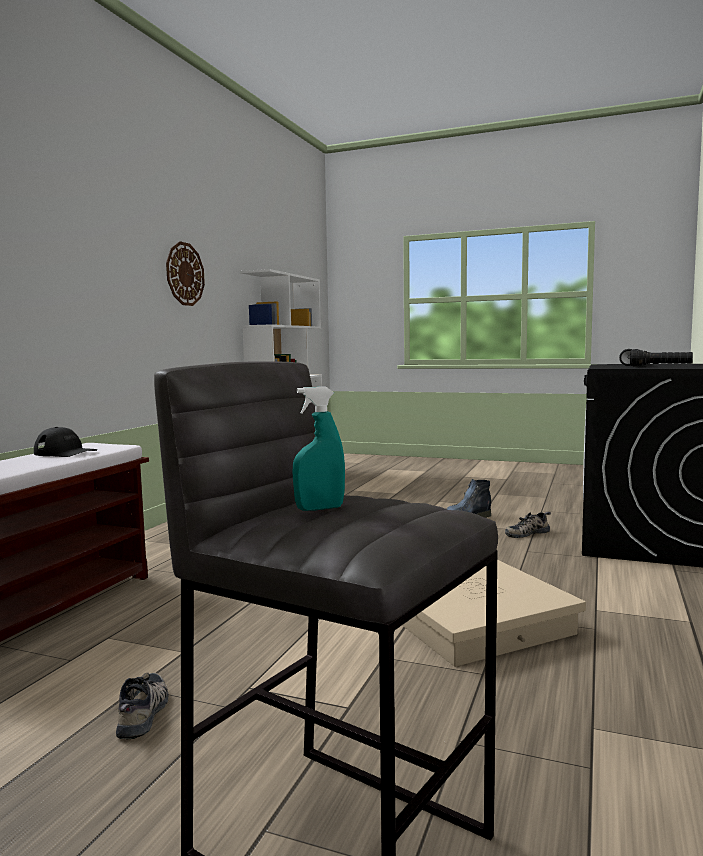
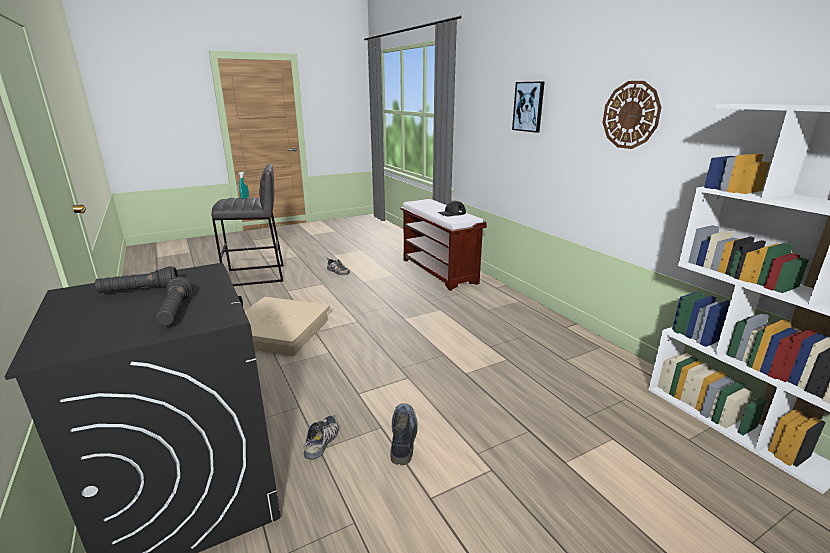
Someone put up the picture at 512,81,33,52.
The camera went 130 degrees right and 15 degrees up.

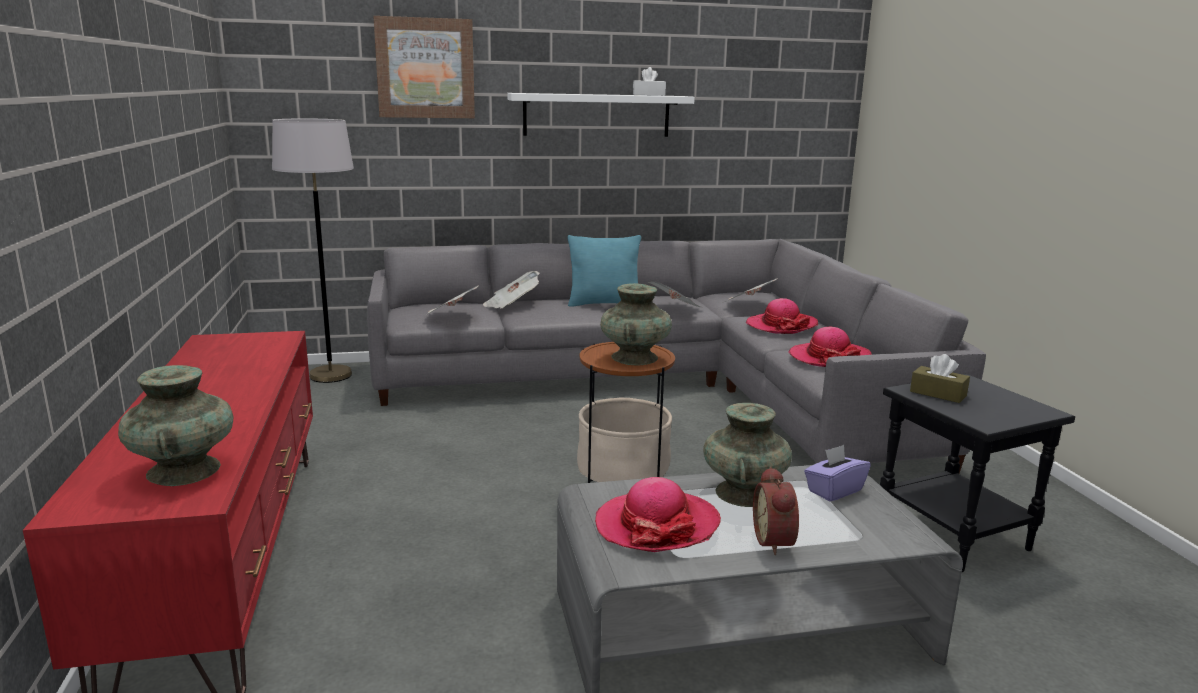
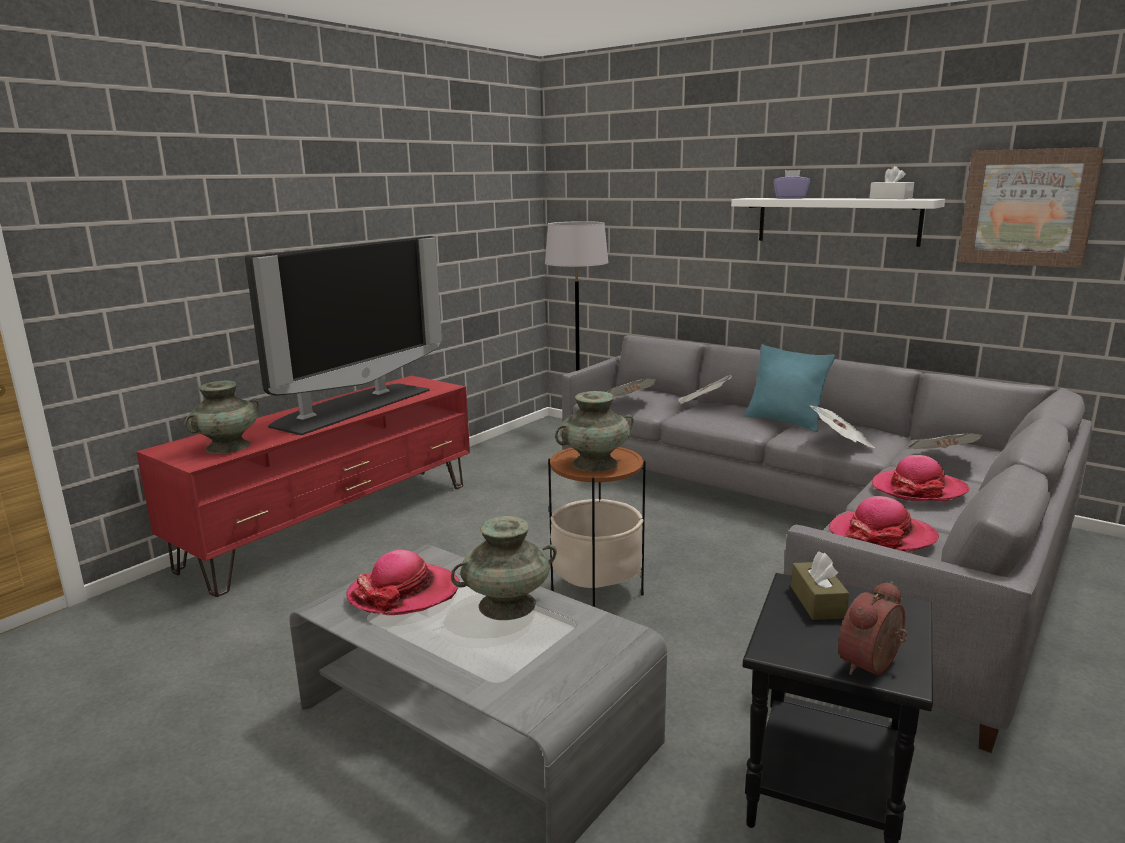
Someone carried the picture from 373,16,102,102 to 957,147,148,121.
Someone carried the alarm clock from 753,467,46,88 to 838,581,69,94.
Someone carried the purple-coloured tissue holder from 804,445,67,56 to 774,170,37,29.
Someone put down the TV at 245,236,197,199.
The camera went 50 degrees right and 0 degrees up.

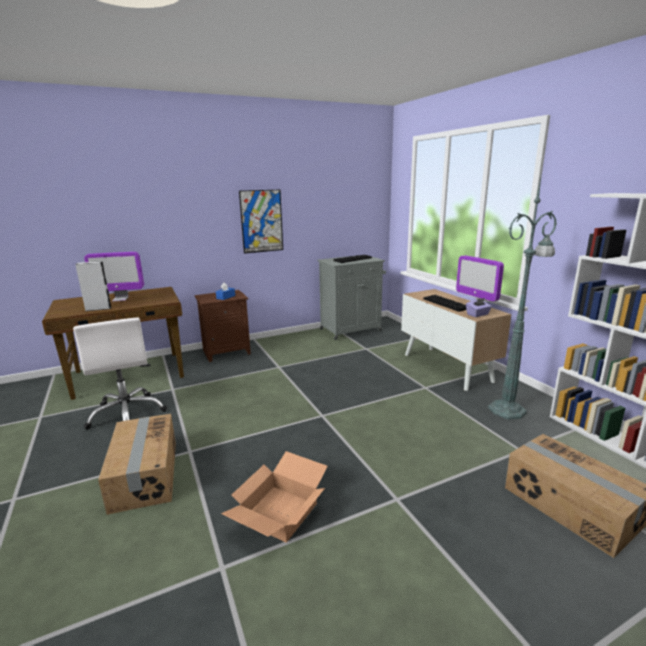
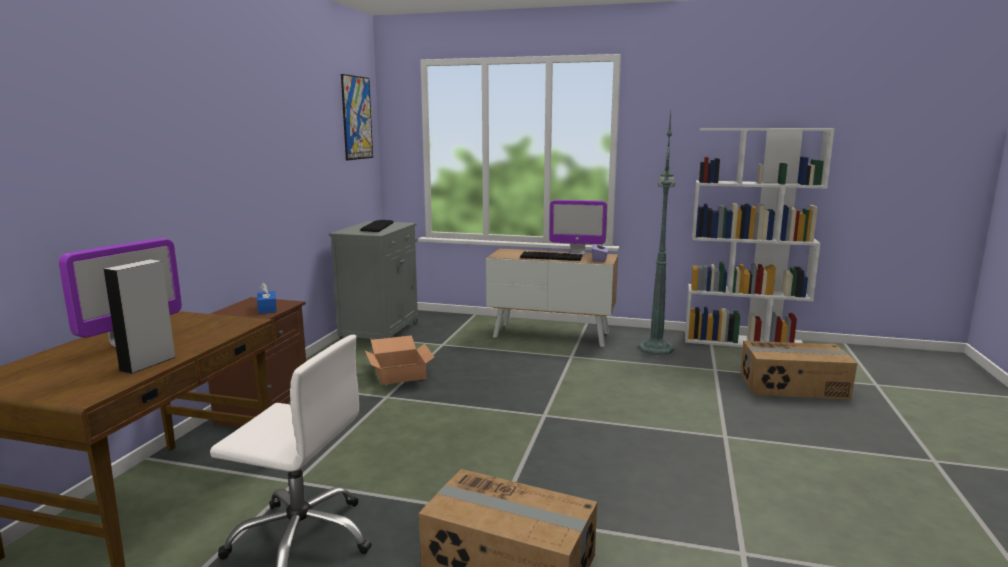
Someone carried the cardboard box from 221,451,107,91 to 365,335,69,50.
Someone carried the picture from 239,190,44,64 to 341,74,32,86.
The camera went 50 degrees left and 5 degrees down.

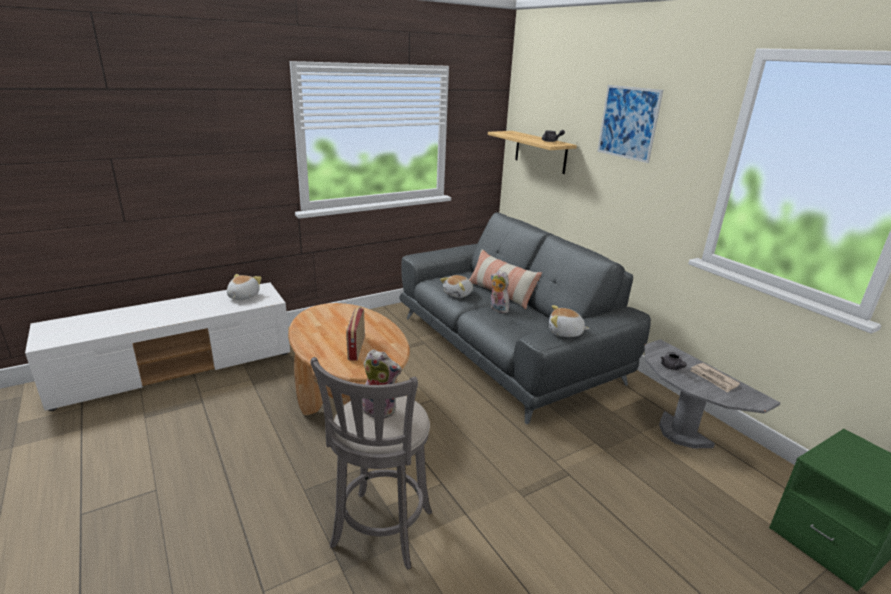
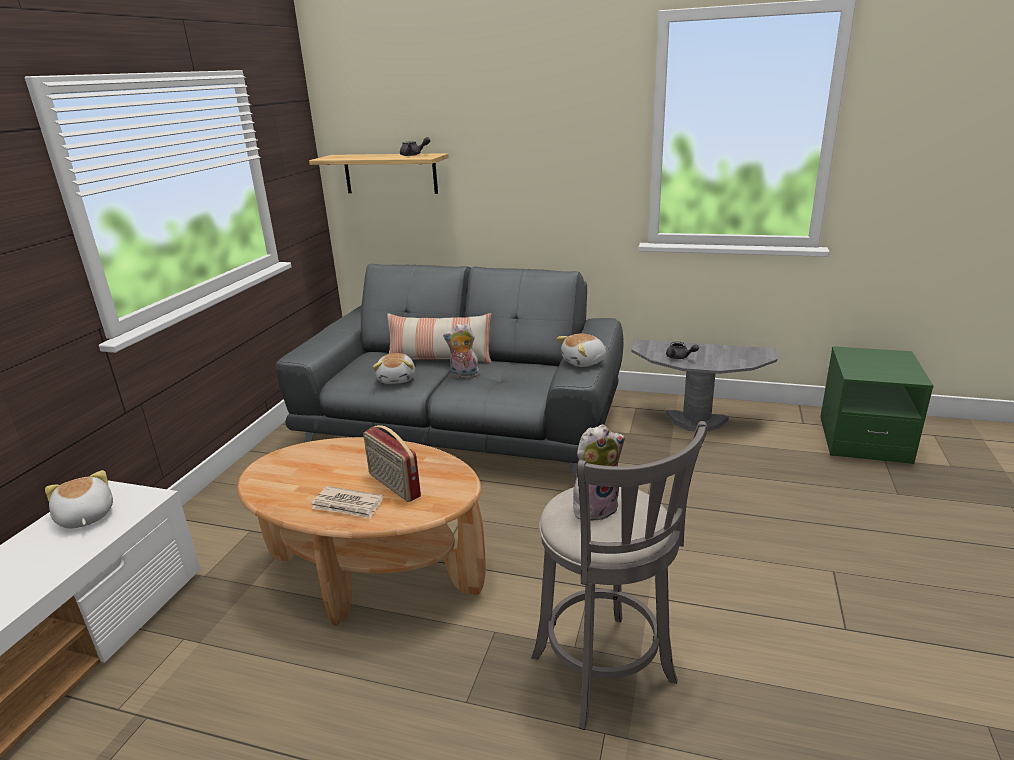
Someone took away the picture at 597,85,66,78.
Someone carried the daily paper from 690,363,50,30 to 311,486,72,33.
The camera went 40 degrees left and 0 degrees up.

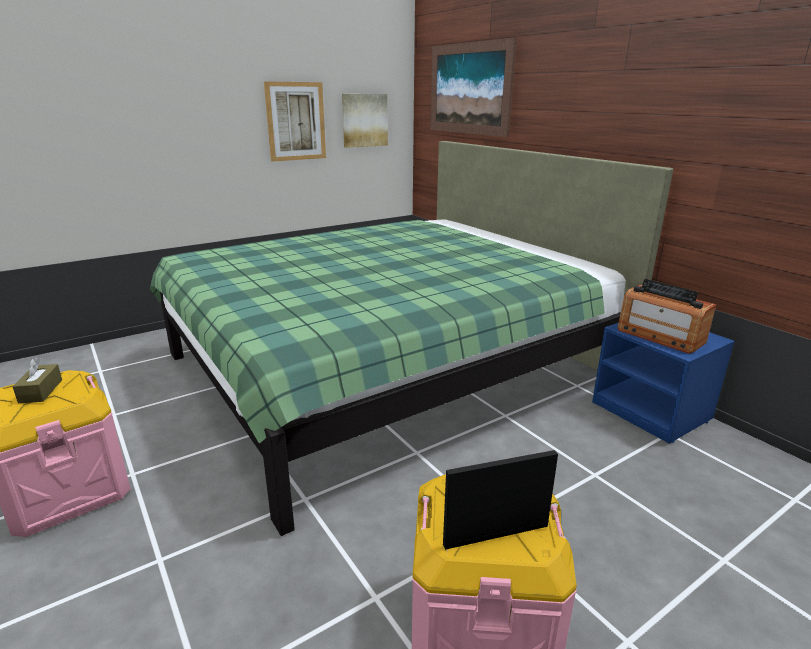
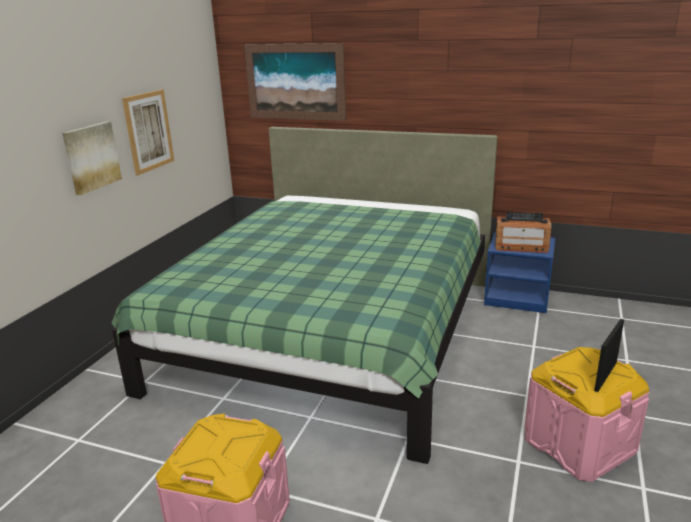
Someone took away the brown tissue holder at 13,357,49,46.
Someone carried the picture from 342,94,46,54 to 62,121,60,74.
The camera went 35 degrees left and 0 degrees up.

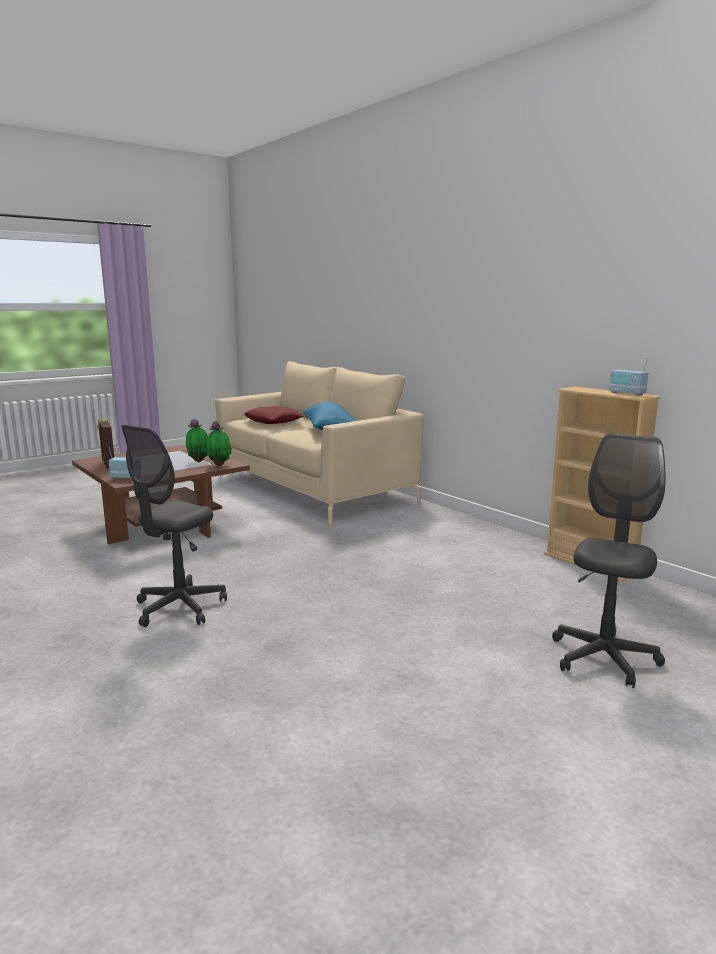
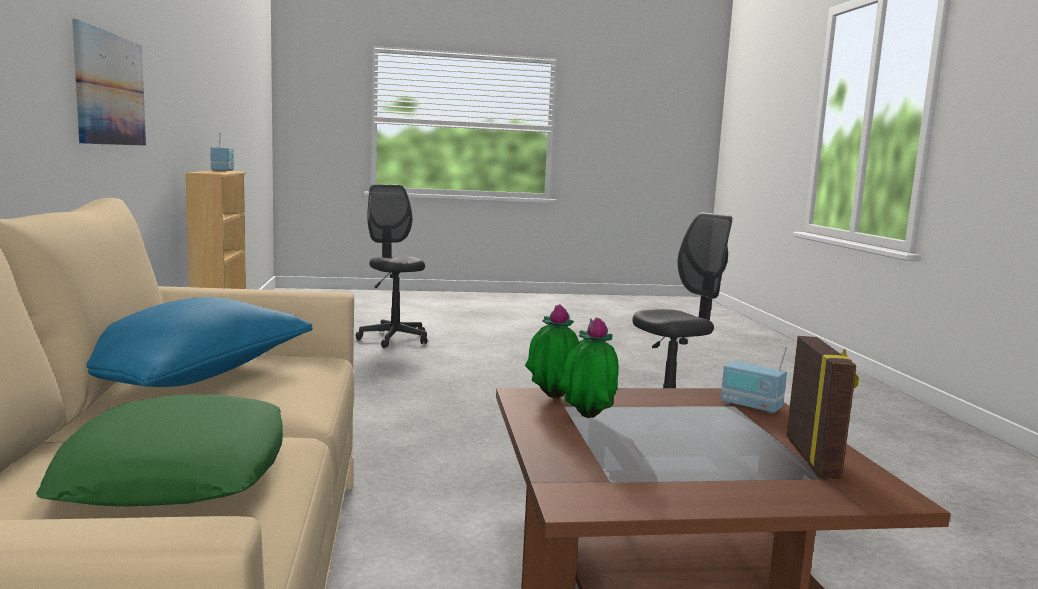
Someone repainted the reddish throw pillow at 244,406,59,18, which became the greenish throw pillow at 36,394,247,112.
Someone rotated the grey computer chair at 552,433,113,255 by 90 degrees clockwise.
Someone put up the picture at 72,19,74,127.
The camera went 150 degrees left and 5 degrees down.

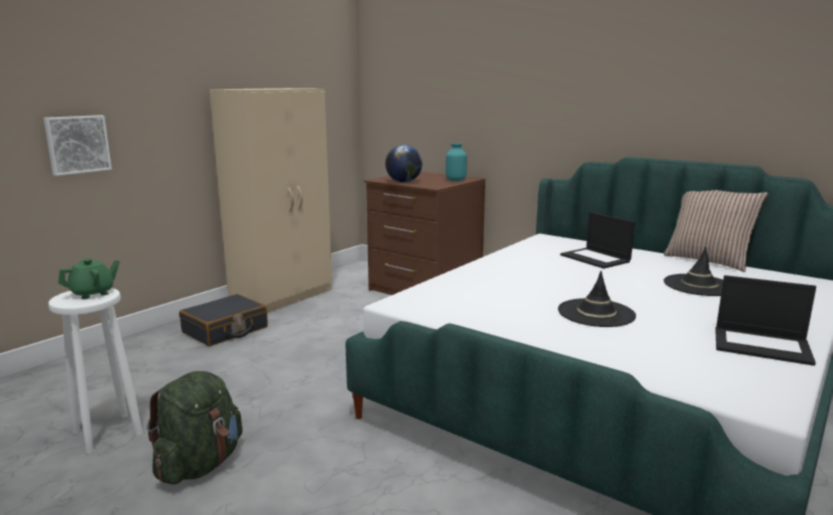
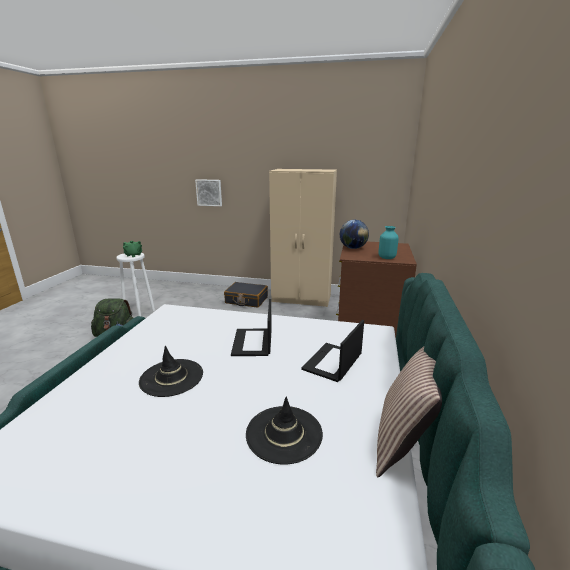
Someone carried the portable computer from 715,275,101,91 to 231,299,41,57.
The camera went 65 degrees right and 5 degrees up.

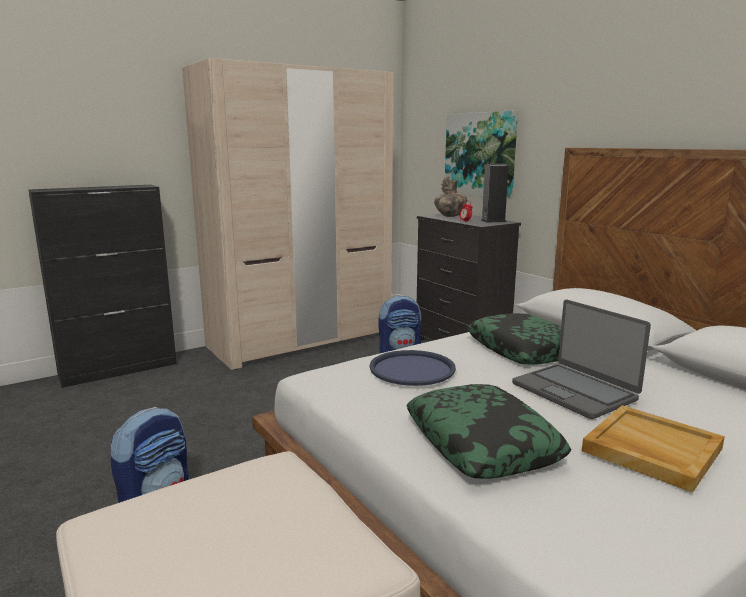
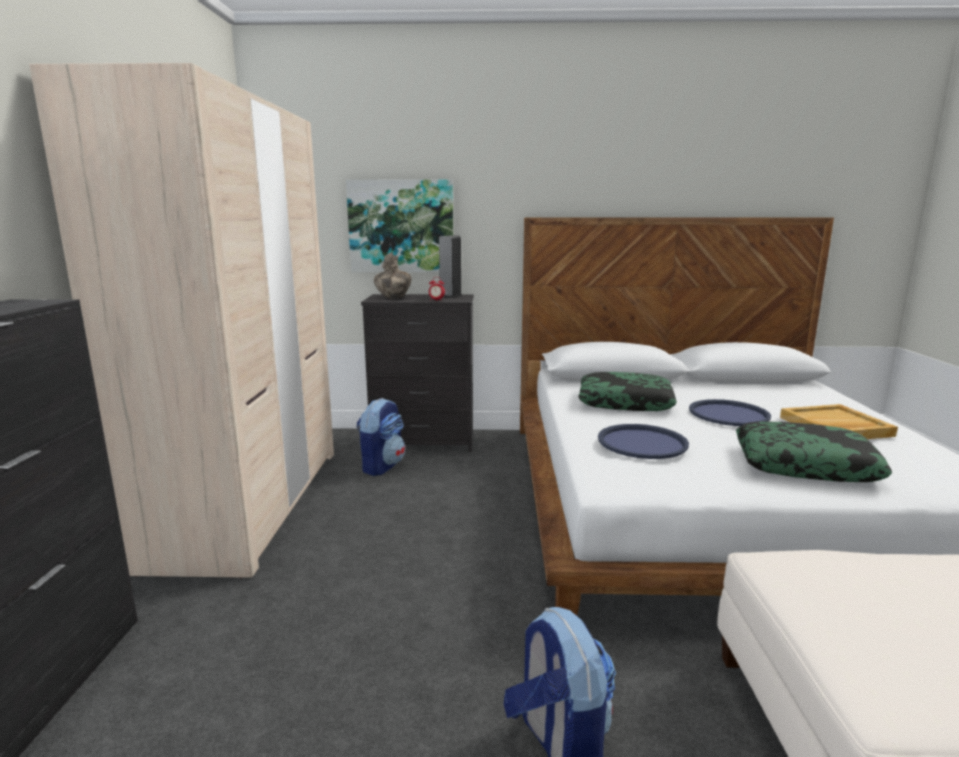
Someone swapped the portable computer at 512,300,139,119 for the blue-coloured carrying tray at 689,399,82,27.
The camera went 55 degrees left and 0 degrees up.

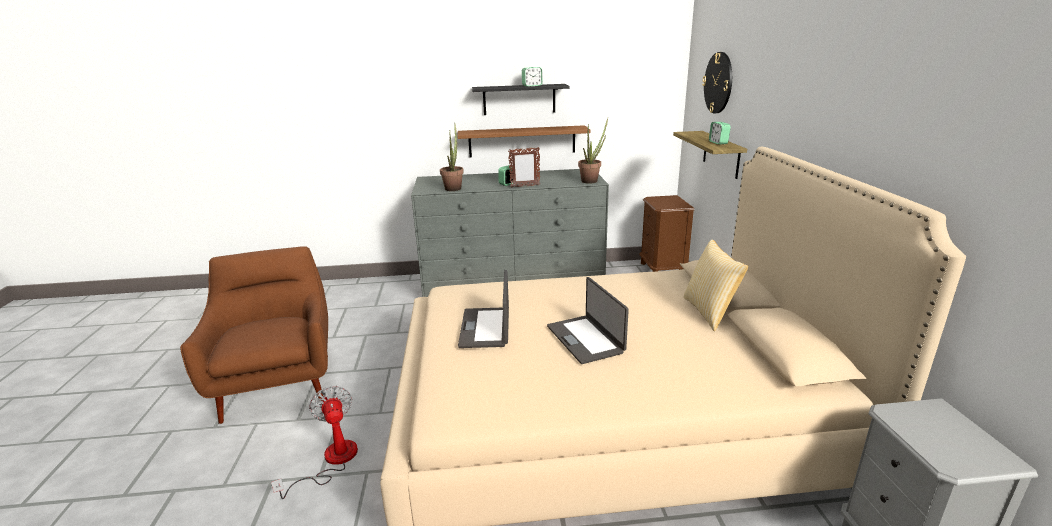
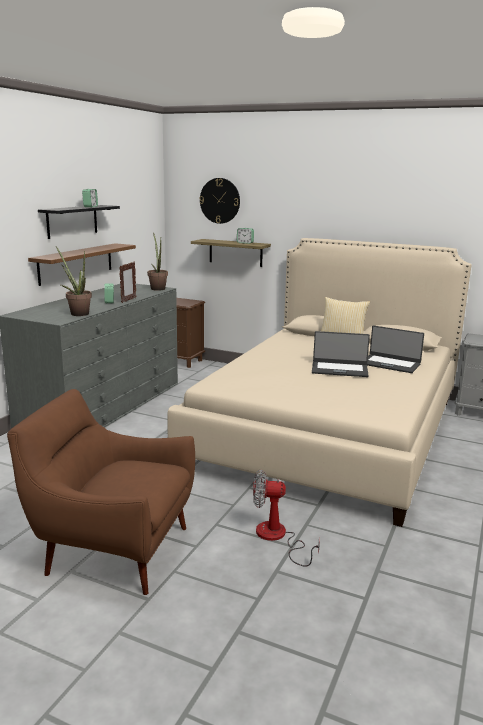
Someone carried the portable computer from 458,270,51,78 to 367,326,57,47.
The camera went 60 degrees left and 5 degrees down.

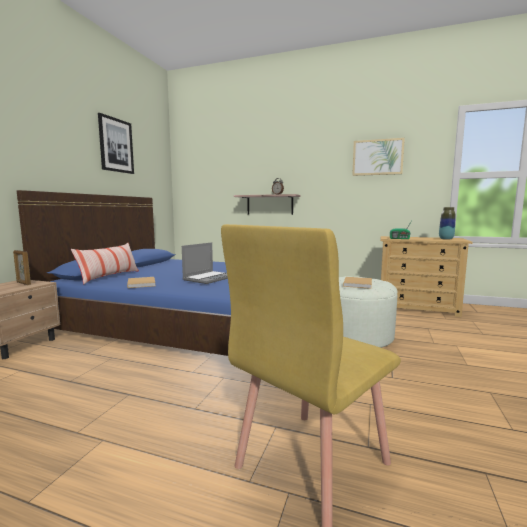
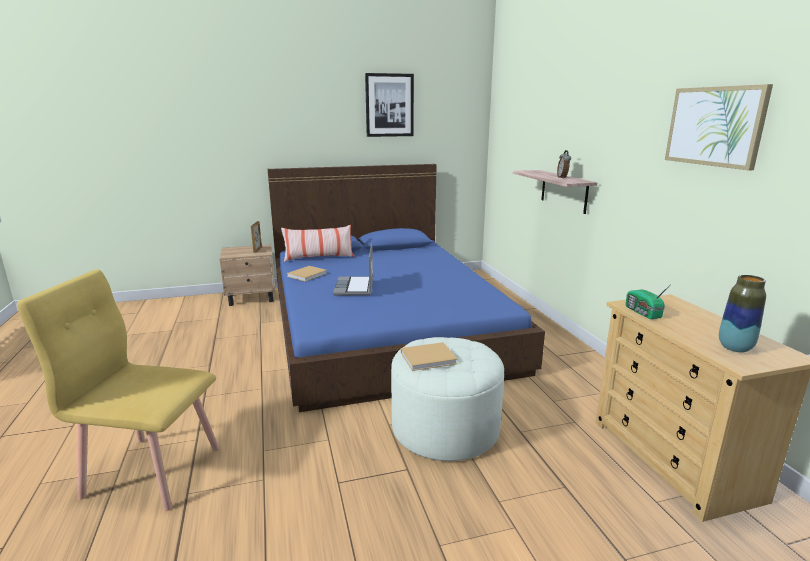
Someone rotated the portable computer at 182,242,46,42 by 90 degrees clockwise.
The camera went 55 degrees right and 10 degrees up.

